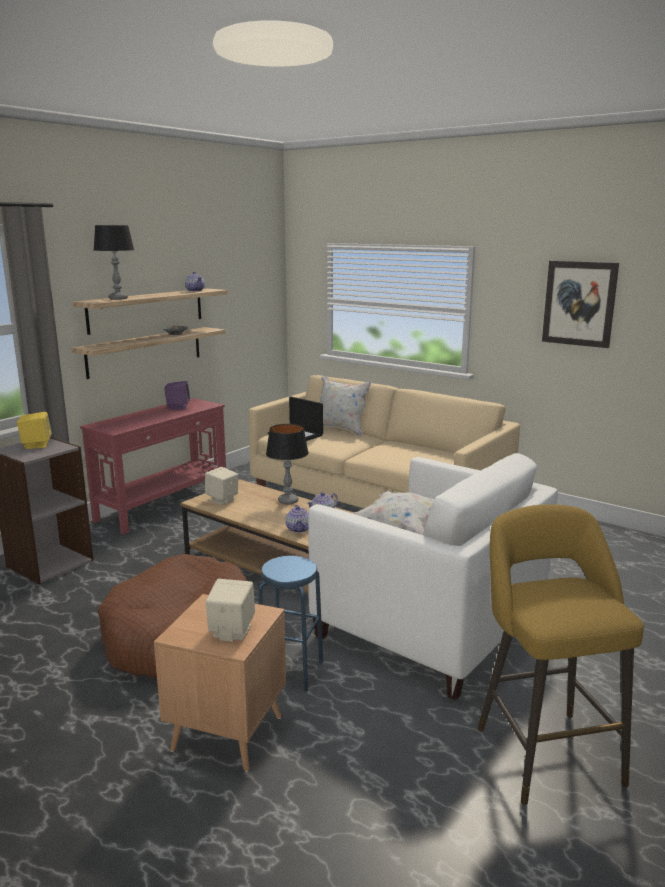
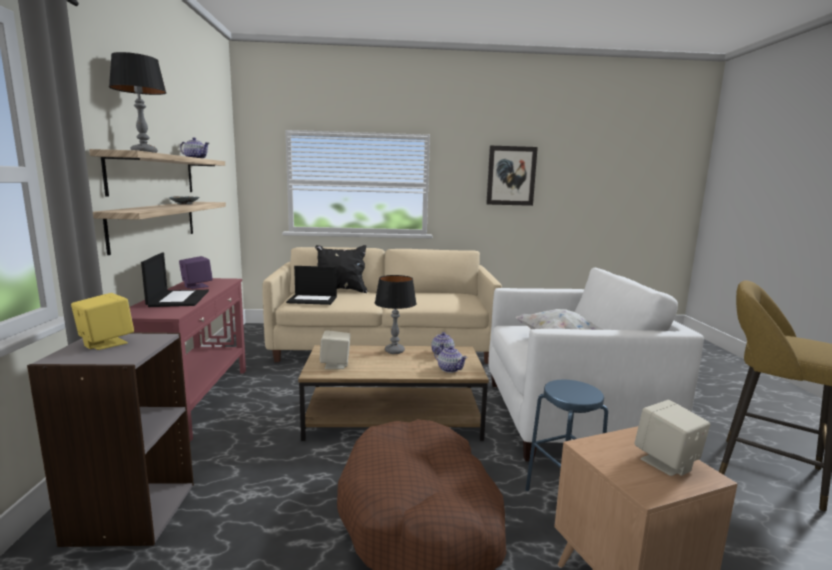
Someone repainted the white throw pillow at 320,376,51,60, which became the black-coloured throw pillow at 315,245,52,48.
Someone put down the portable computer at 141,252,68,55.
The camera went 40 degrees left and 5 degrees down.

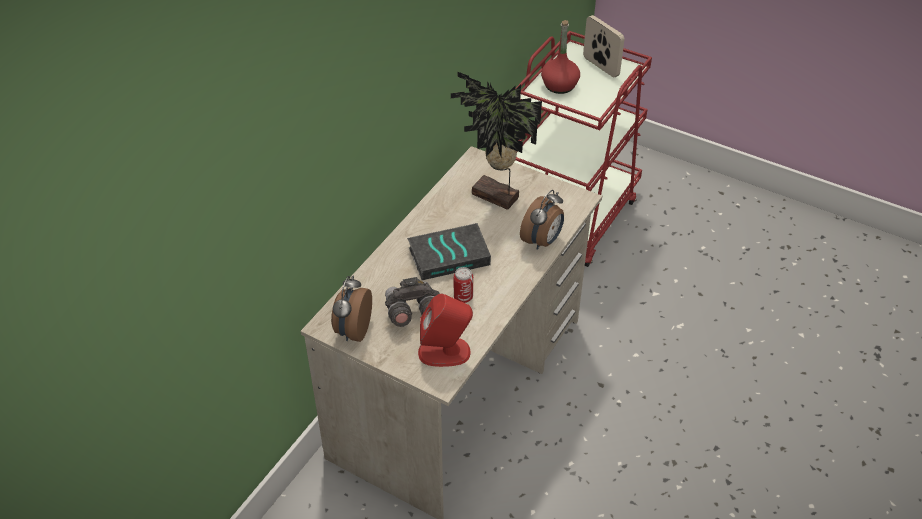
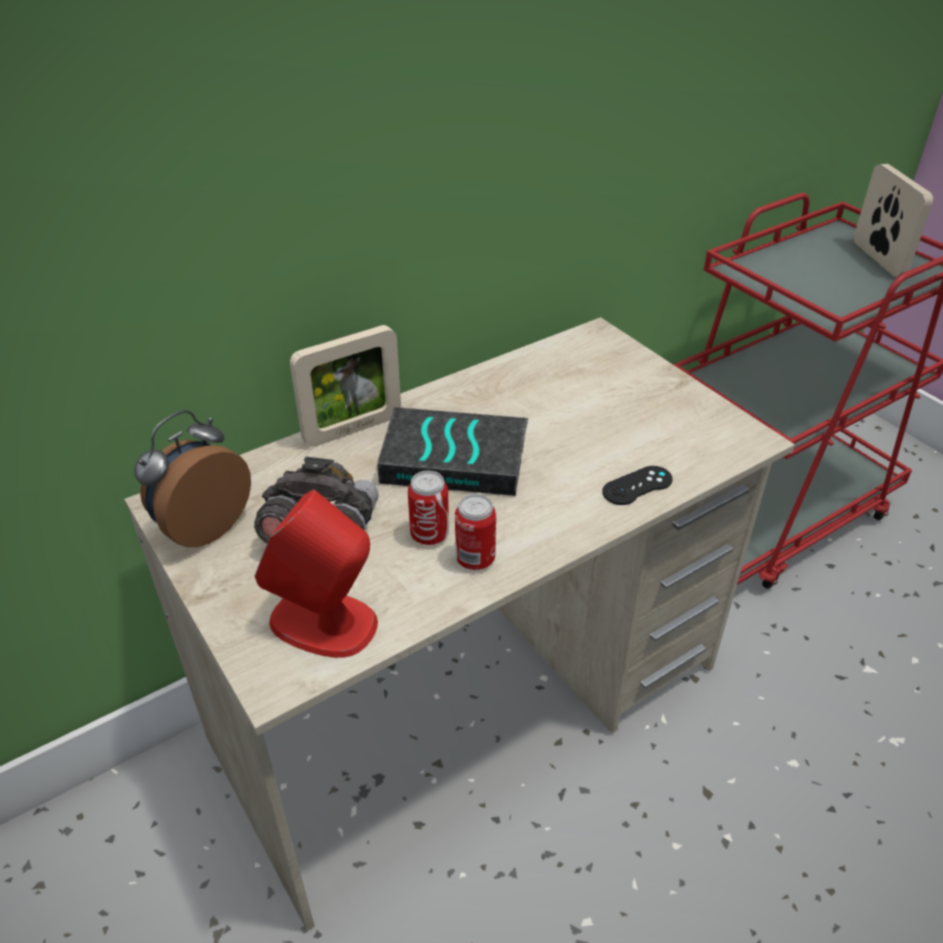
Someone took away the houseplant at 451,72,91,138.
Someone swapped the alarm clock at 520,190,44,60 for the black-coloured joypad at 602,466,71,39.
Someone took away the reddish beverage bottle at 541,20,39,74.
Someone put down the photo frame at 290,325,111,122.
Someone put down the can at 455,494,41,76.
The camera went 25 degrees right and 5 degrees down.

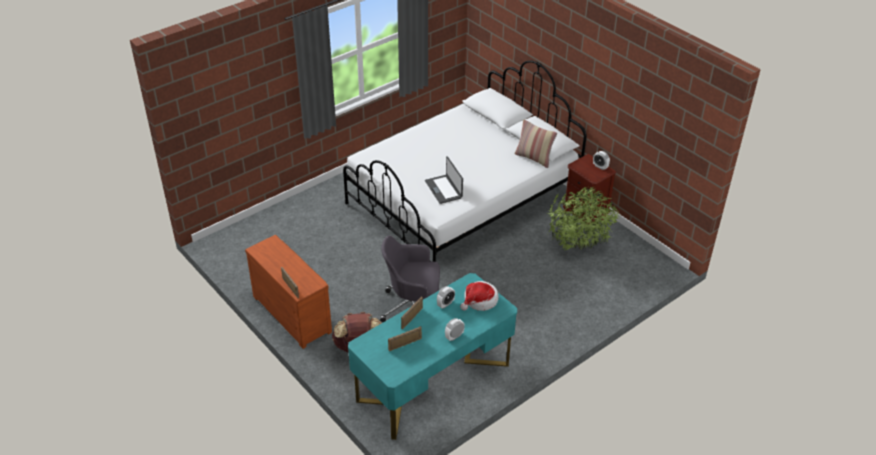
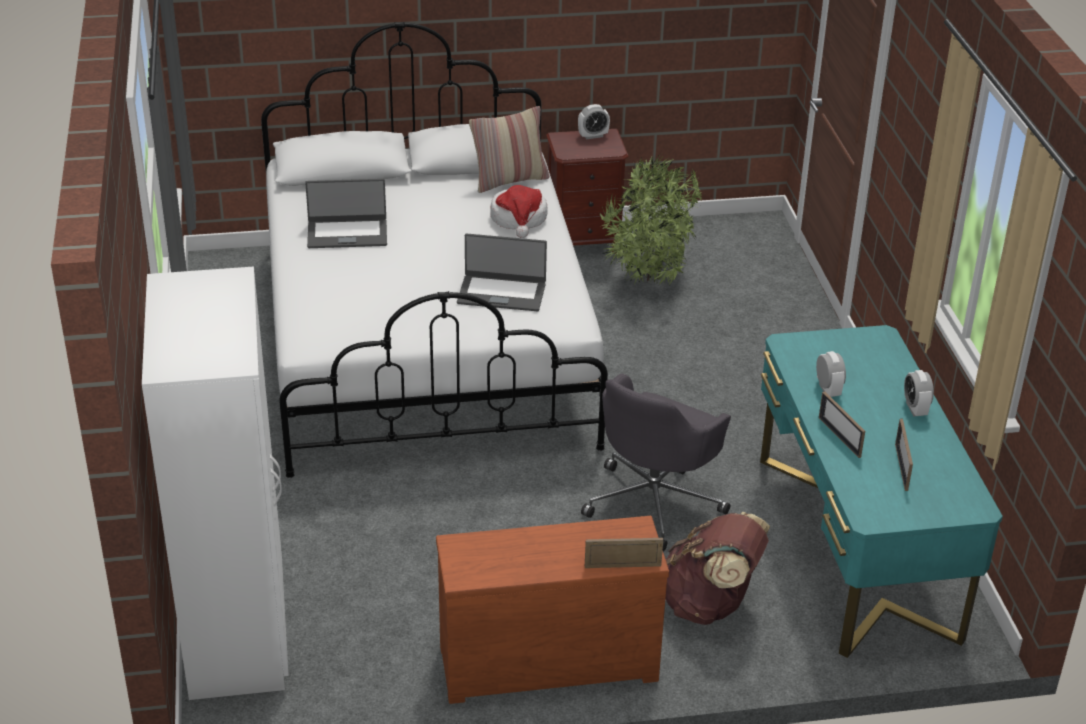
Someone carried the hat from 460,281,39,30 to 490,185,58,53.
Someone put down the white clothes cupboard at 142,266,146,434.
Someone put down the portable computer at 305,179,82,69.
The camera went 60 degrees left and 5 degrees down.

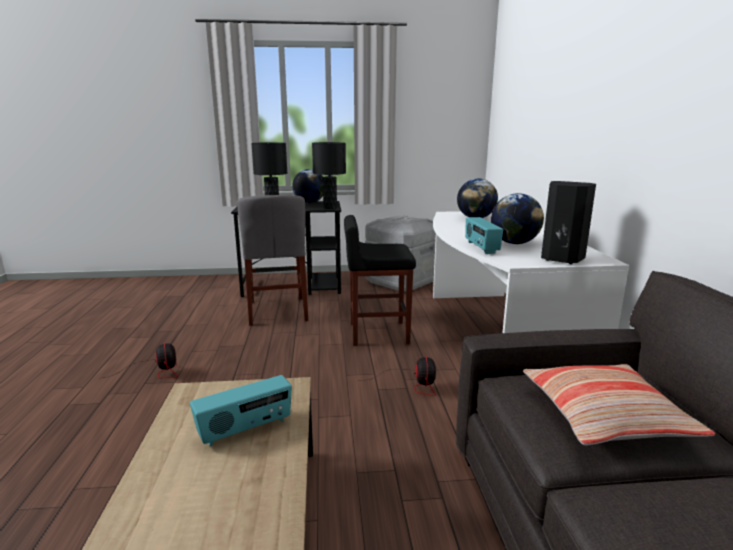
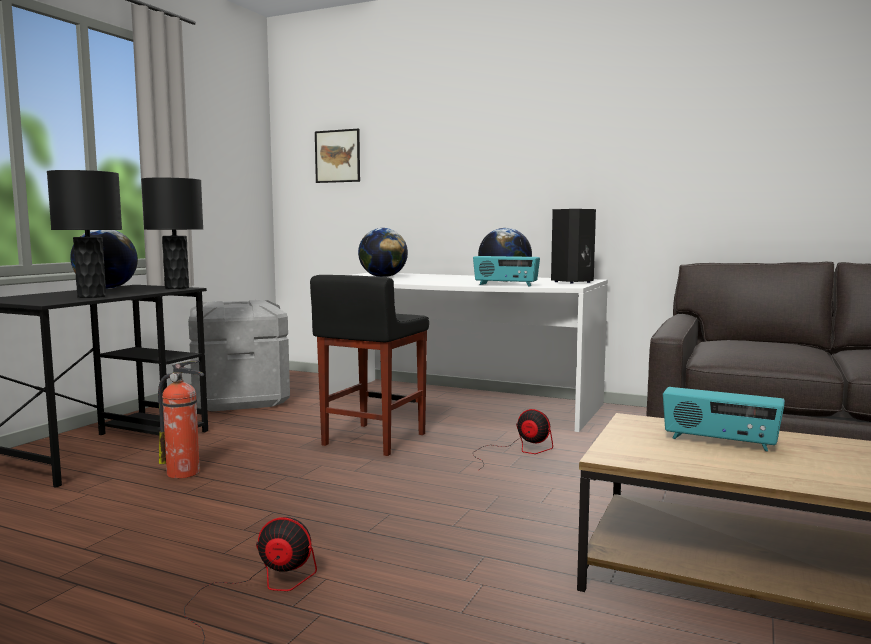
Someone rotated the radio receiver at 190,375,102,71 by 120 degrees clockwise.
Someone swapped the grey upright chair at 237,195,71,131 for the fire-fighting cylinder at 158,360,46,118.
Someone took away the throw pillow at 523,364,193,82.
Someone put up the picture at 315,129,45,54.
The camera went 60 degrees left and 10 degrees down.

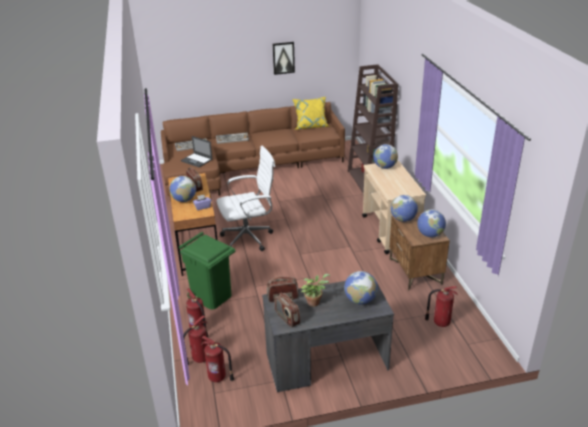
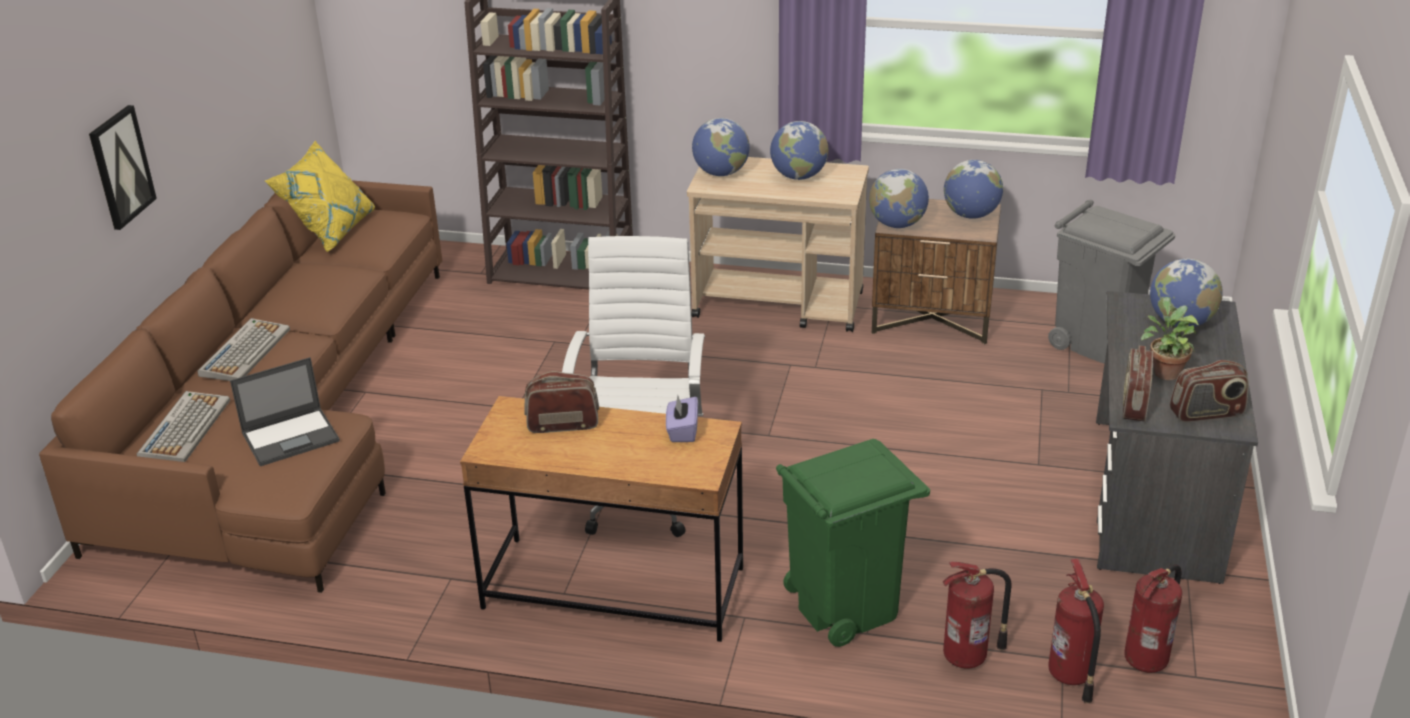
Someone carried the desk globe from 169,176,27,26 to 770,121,58,59.
Someone carried the picture from 273,42,22,33 to 89,105,68,125.
Someone swapped the fire-fighting cylinder at 425,286,33,41 for the grey rubbish bin at 1048,200,127,164.
The camera went 65 degrees left and 0 degrees up.

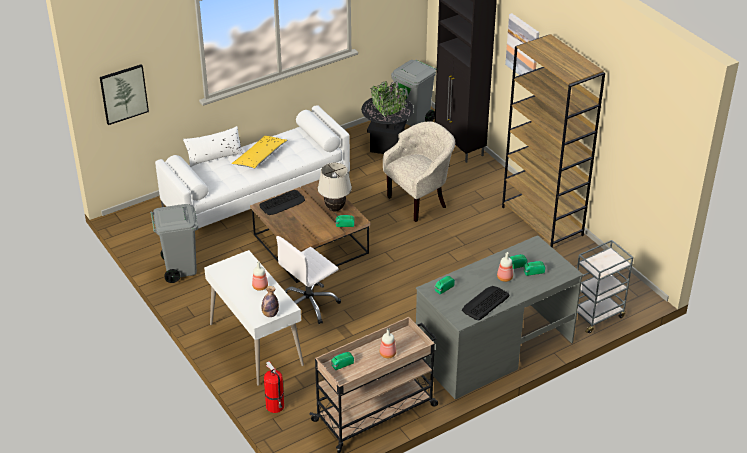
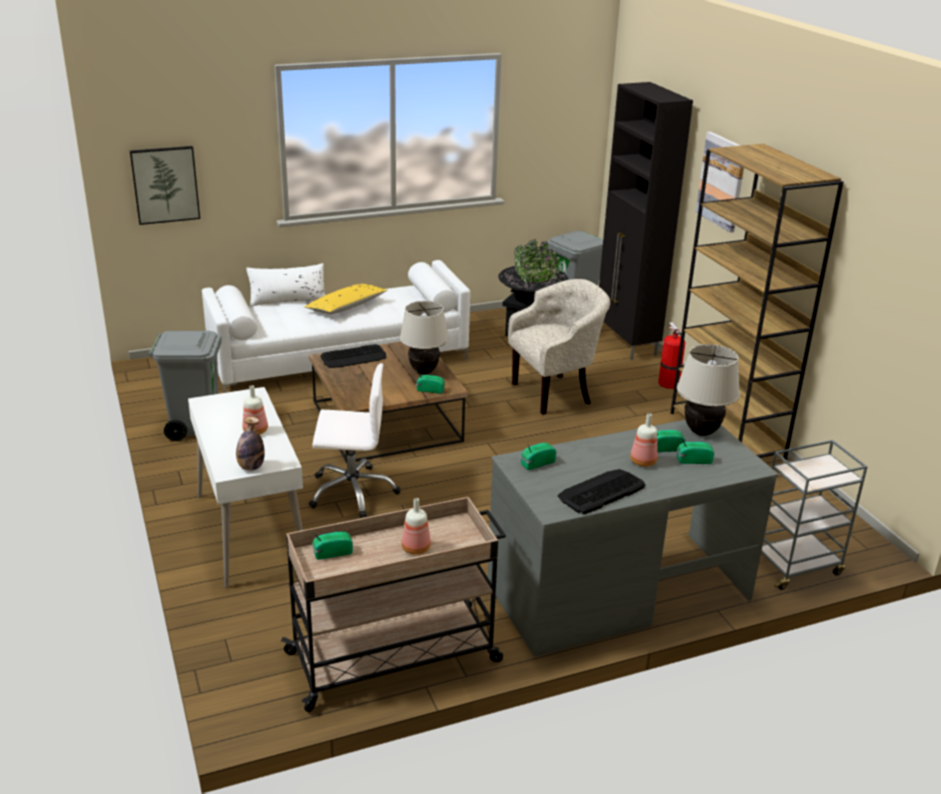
Someone carried the fire-fighting cylinder from 264,361,20,52 to 658,322,28,67.
Someone rotated the white computer chair at 276,236,65,88 by 150 degrees counterclockwise.
Someone put down the sand-coloured table lamp at 677,344,63,92.
The camera went 10 degrees right and 10 degrees down.

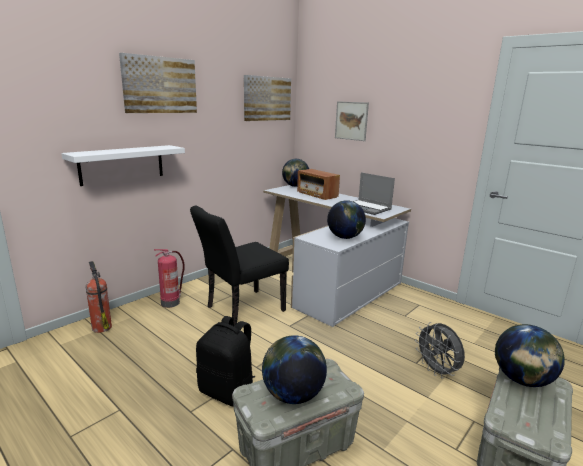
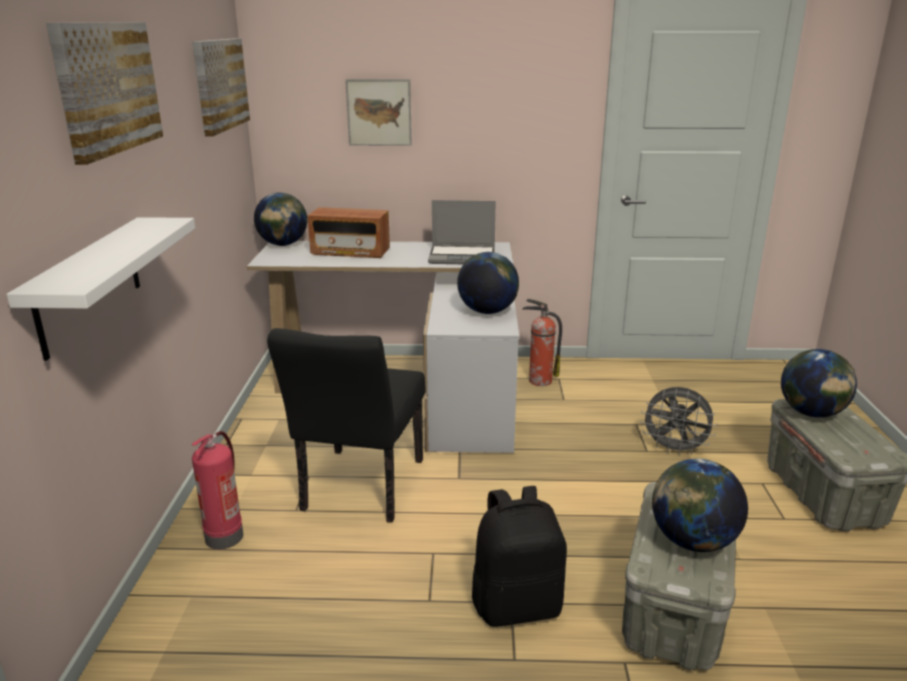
Someone carried the fire-fighting cylinder from 86,261,26,72 to 522,299,40,87.
The camera went 40 degrees left and 5 degrees up.

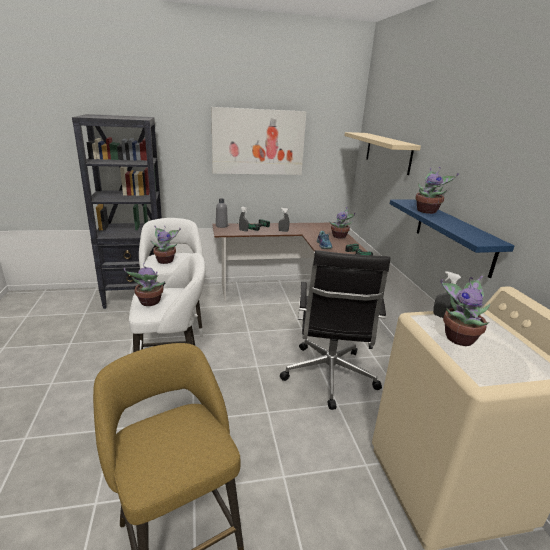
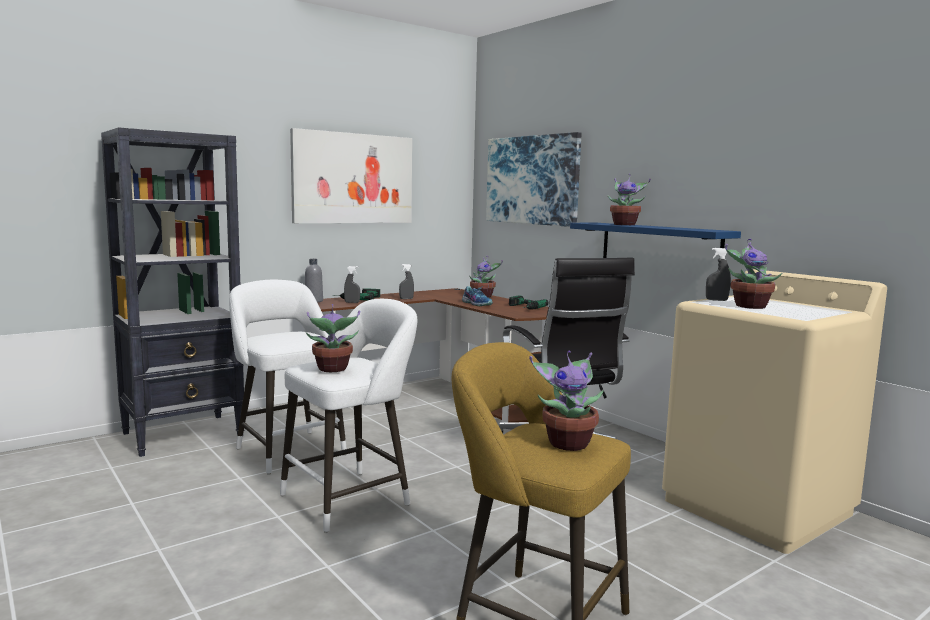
Someone carried the houseplant from 150,225,31,39 to 529,351,75,100.
Someone swapped the sand-coloured bracket shelf at 344,132,77,43 for the picture at 486,132,95,95.
The camera went 25 degrees left and 15 degrees down.

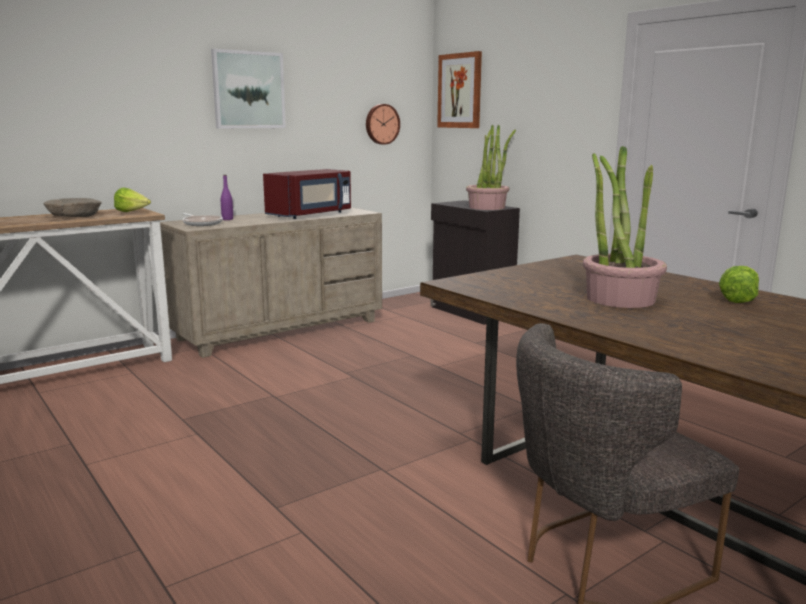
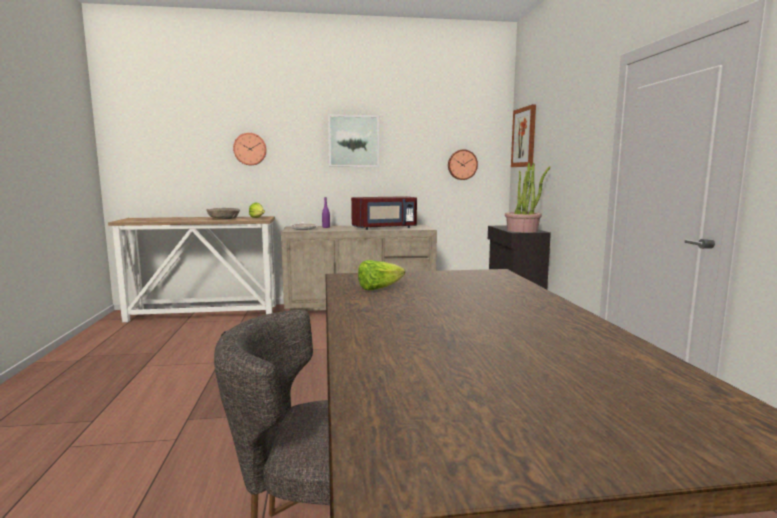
Someone took away the houseplant at 583,146,84,162.
Someone carried the lettuce from 719,266,40,37 to 358,260,47,30.
Someone put up the wall clock at 233,133,34,32.
The camera went 30 degrees right and 5 degrees down.

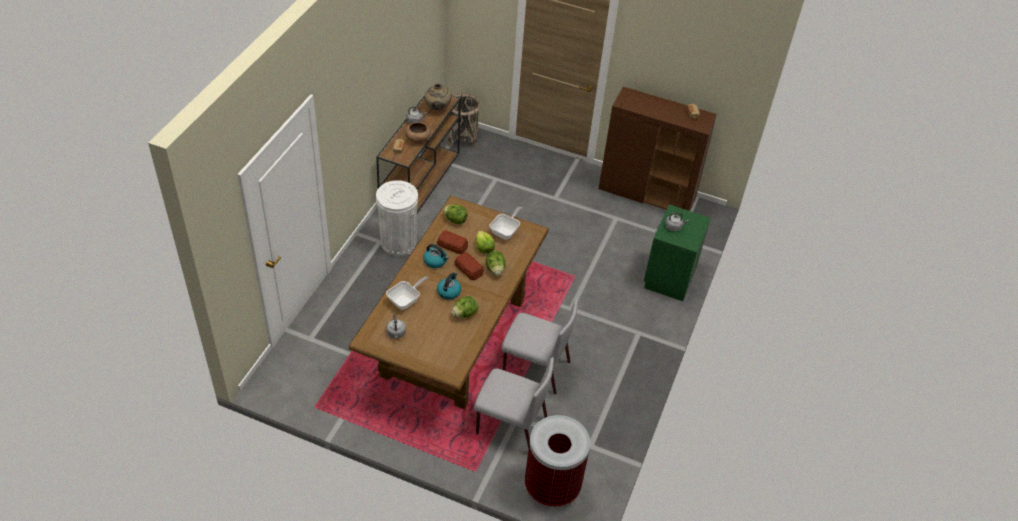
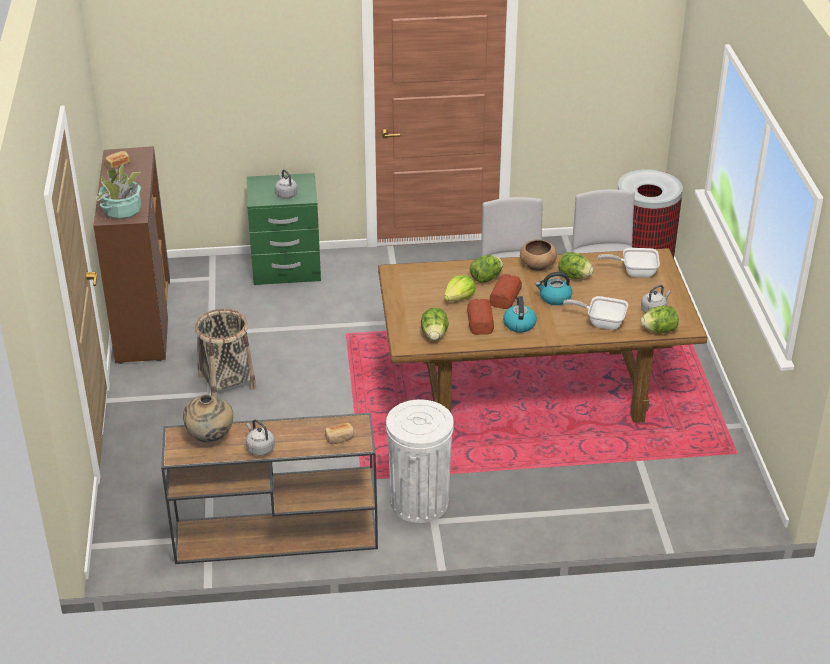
Someone carried the brown bowl from 405,122,26,22 to 520,239,37,32.
Someone carried the household basket from 448,93,32,55 to 195,309,61,88.
Someone carried the pan from 489,206,33,34 to 598,248,62,29.
Someone put down the houseplant at 95,164,46,55.
Someone put down the lettuce at 641,306,38,27.
The camera went 115 degrees left and 10 degrees down.

